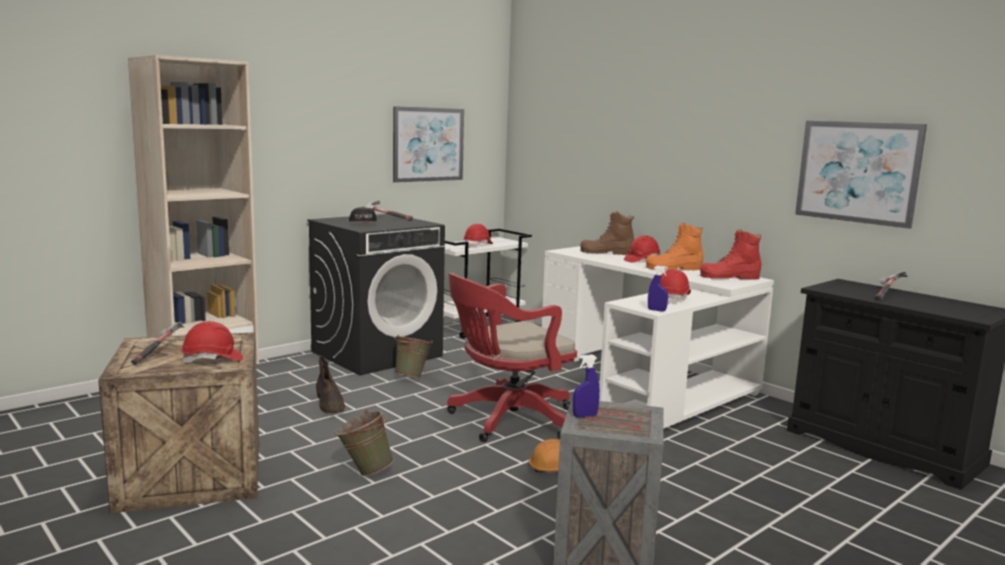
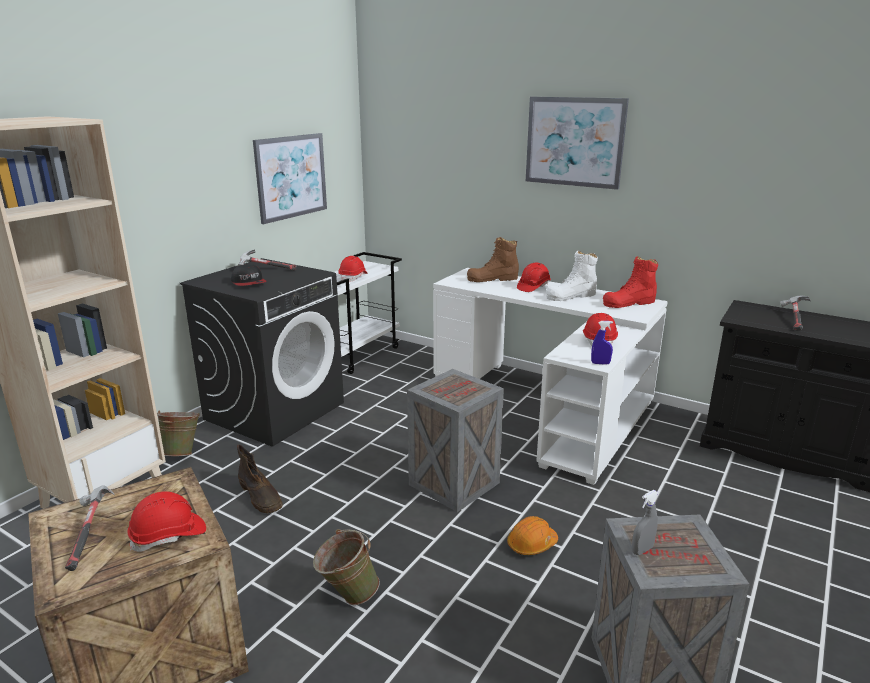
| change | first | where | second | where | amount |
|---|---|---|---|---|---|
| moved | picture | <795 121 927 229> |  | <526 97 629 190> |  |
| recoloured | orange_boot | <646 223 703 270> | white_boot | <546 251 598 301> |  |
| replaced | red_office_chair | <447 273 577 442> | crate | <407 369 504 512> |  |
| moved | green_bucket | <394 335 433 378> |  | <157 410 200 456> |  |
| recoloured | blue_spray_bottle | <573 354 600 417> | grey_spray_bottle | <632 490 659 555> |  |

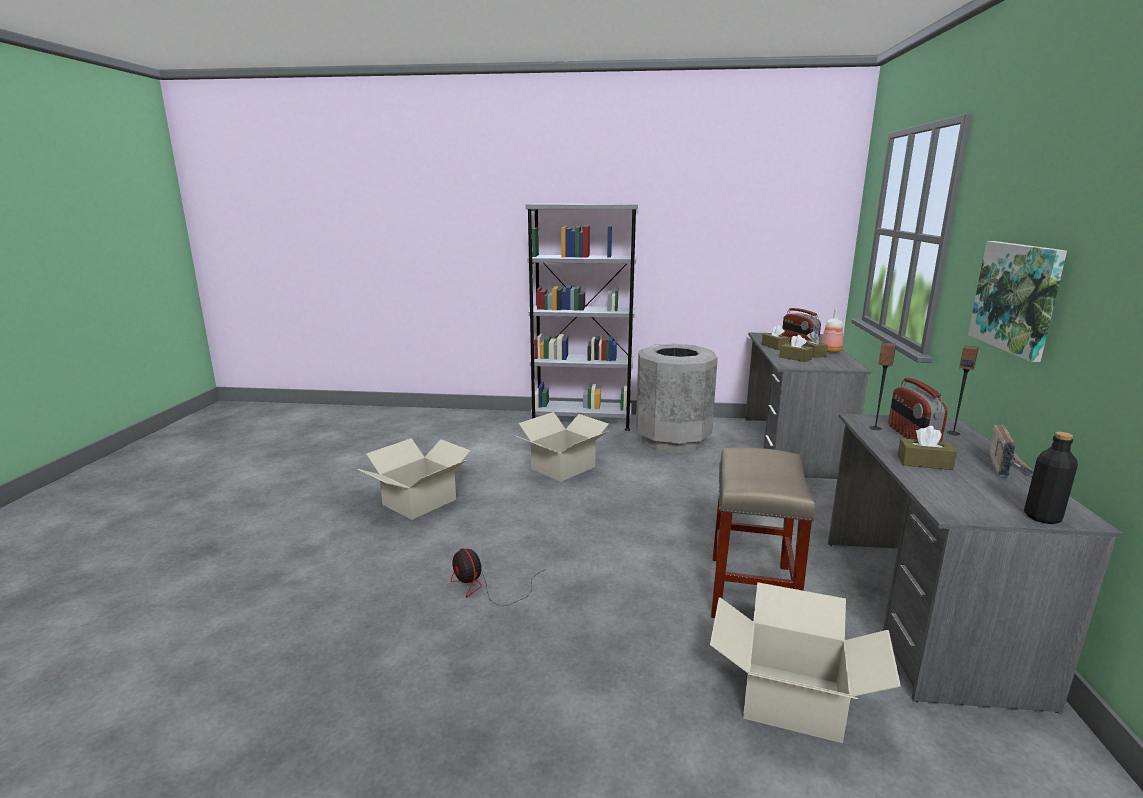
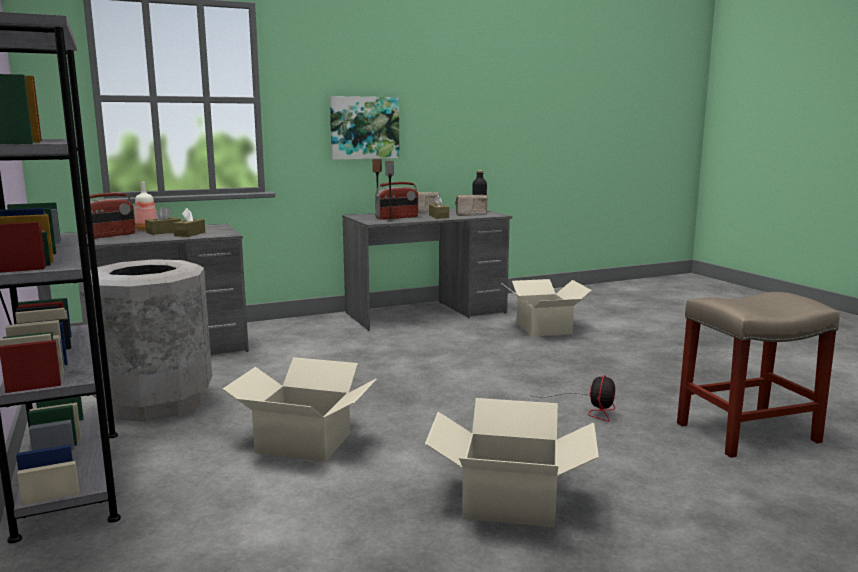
| change | first | where | second | where | amount |
|---|---|---|---|---|---|
| removed | brown_tissue_box | <762 325 790 350> |  |  |  |
| moved | beige_stool | <711 447 815 618> |  | <677 292 839 458> |  |
| added |  |  | radio | <455 195 488 216> |  |

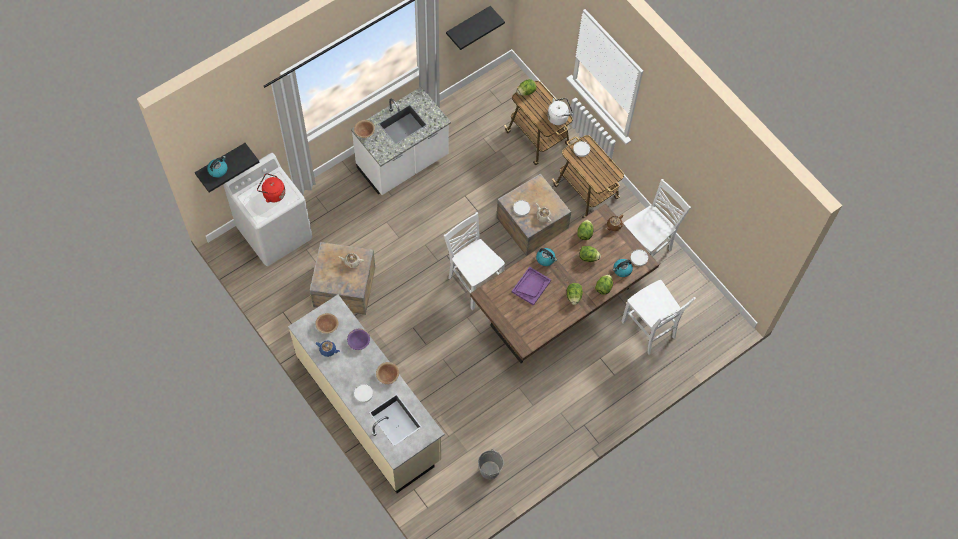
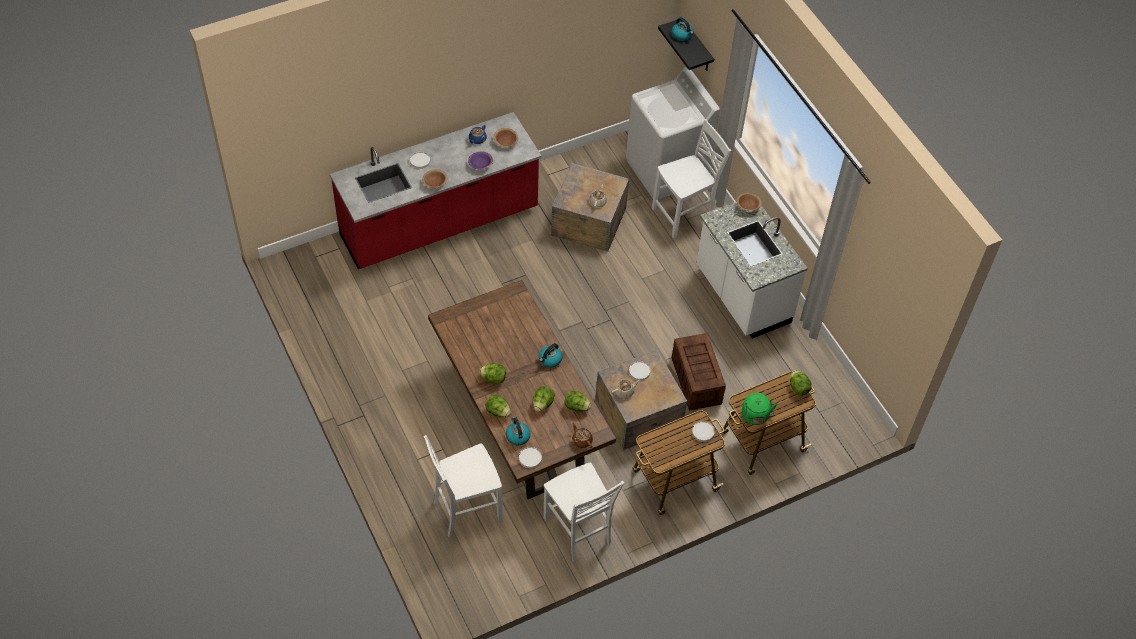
| change | first | where | second | where | amount |
|---|---|---|---|---|---|
| removed | black_shelf | <446 6 505 50> |  |  |  |
| recoloured | white_kettle | <547 98 573 125> | green_kettle | <742 393 778 425> |  |
| removed | red_kettle | <257 173 285 203> |  |  |  |
| moved | white_chair | <444 212 505 310> |  | <652 119 731 239> |  |
| removed | purple_tray | <512 267 551 306> |  |  |  |
| recoloured | beige_counter | <288 295 445 493> | red_counter | <330 112 542 269> |  |
| removed | grey_bucket | <478 449 504 480> |  |  |  |
| added |  |  | crate | <672 333 726 411> |  |

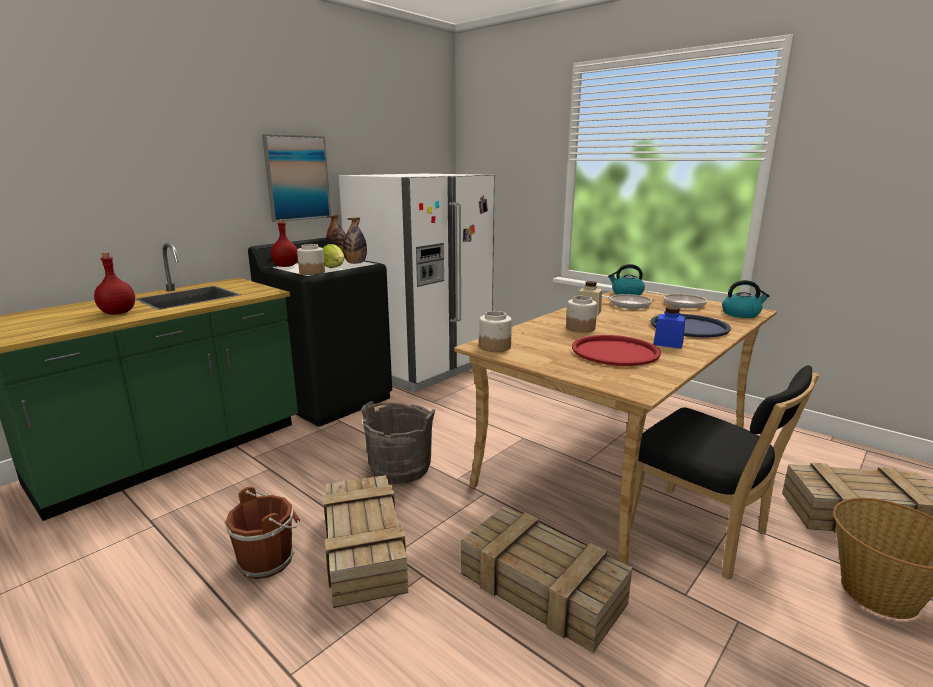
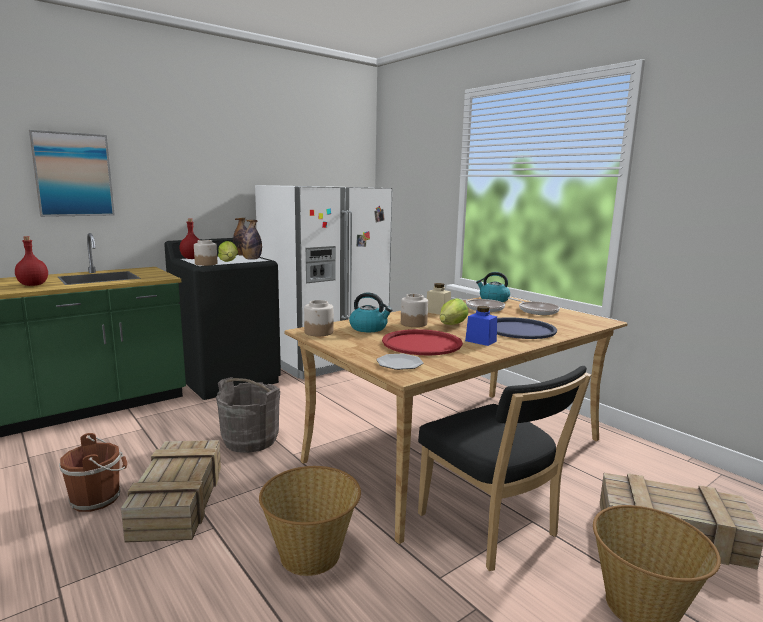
| change | first | where | second | where | amount |
|---|---|---|---|---|---|
| moved | picture | <262 134 331 222> |  | <29 130 115 217> |  |
| moved | kettle | <722 280 770 318> |  | <349 293 392 332> |  |
| replaced | crate | <461 506 632 653> | basket | <259 466 361 576> |  |
| added |  |  | lettuce | <440 298 469 325> |  |
| added |  |  | plate | <376 354 424 370> |  |

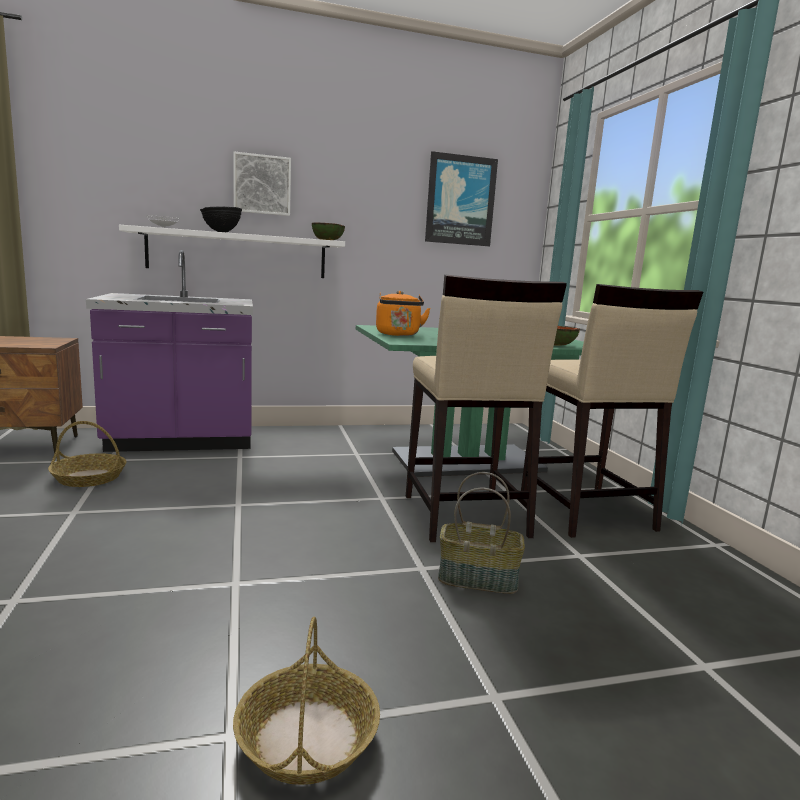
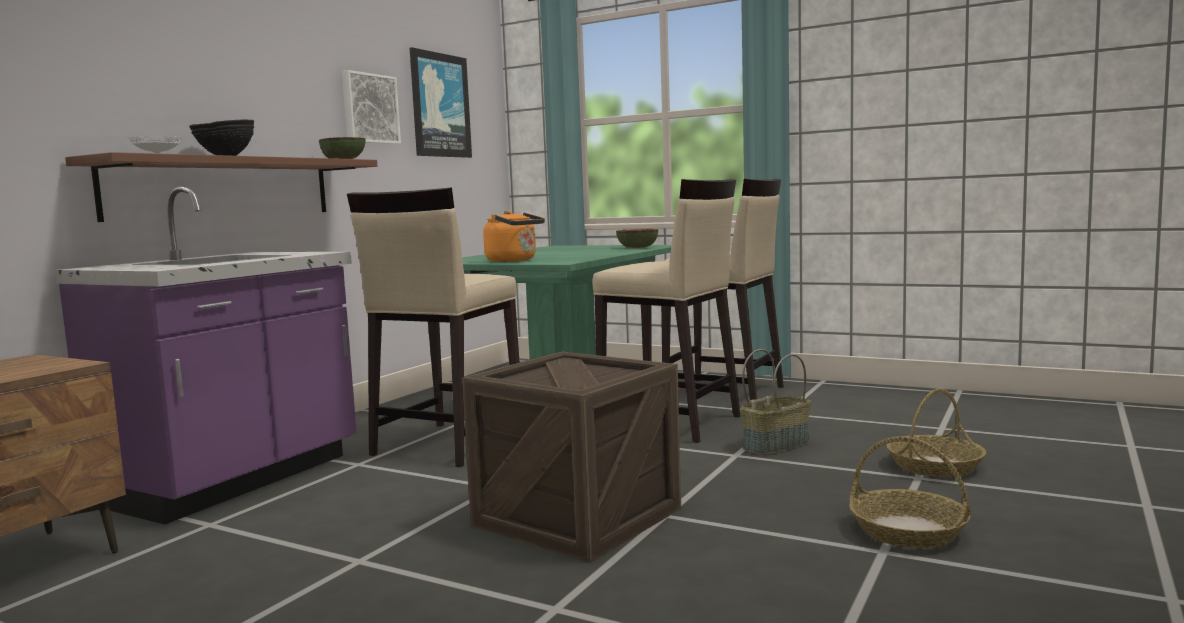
| change | first | where | second | where | amount |
|---|---|---|---|---|---|
| moved | picture | <233 152 291 216> |  | <342 70 401 144> |  |
| recoloured | white_shelf | <119 225 345 278> | brown_shelf | <65 152 377 222> |  |
| moved | basket | <48 421 127 487> |  | <886 388 986 477> |  |
| added |  |  | beige_stool | <347 187 520 468> |  |
| added |  |  | crate | <462 352 681 563> |  |

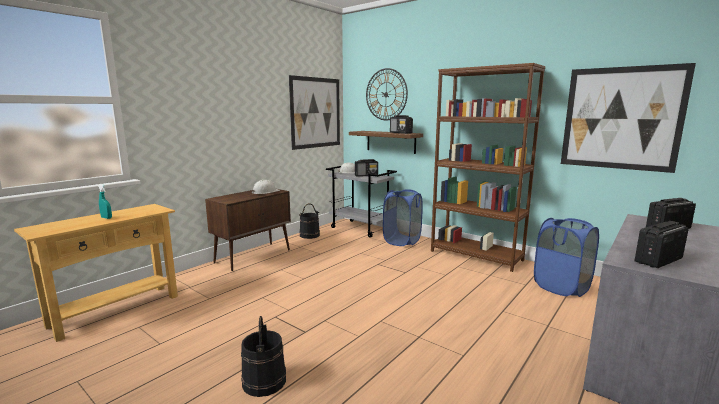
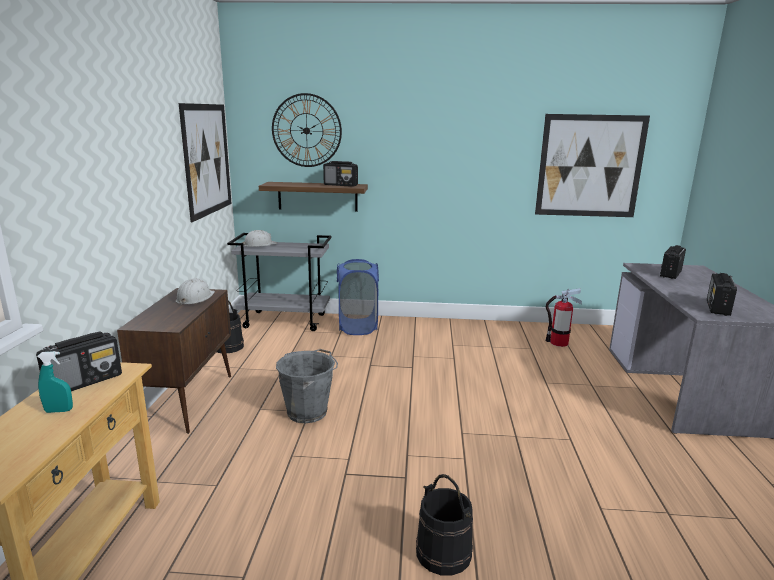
| change | first | where | second | where | amount |
|---|---|---|---|---|---|
| removed | brown_bookcase | <431 63 545 272> |  |  |  |
| moved | radio | <355 159 378 177> |  | <36 331 122 391> |  |
| replaced | blue_laundry_basket | <534 218 599 297> | fire_extinguisher | <545 288 582 347> |  |
| added |  |  | grey_bucket | <276 349 338 423> |  |

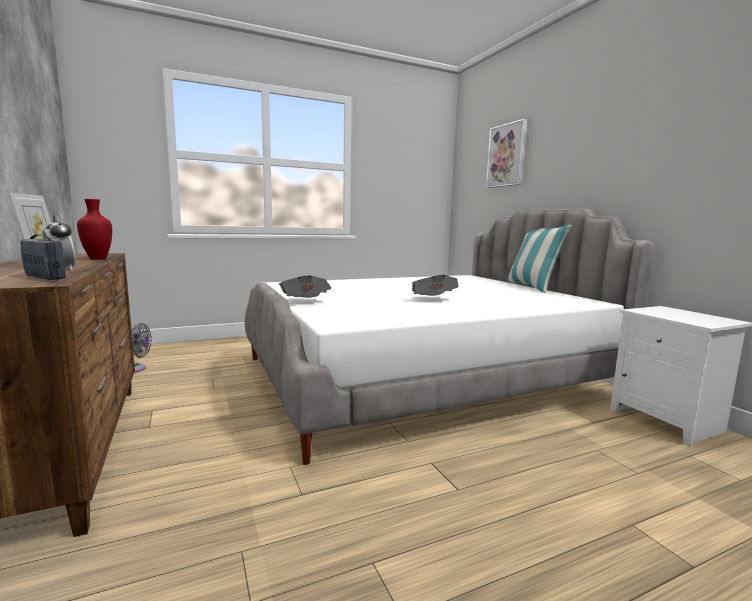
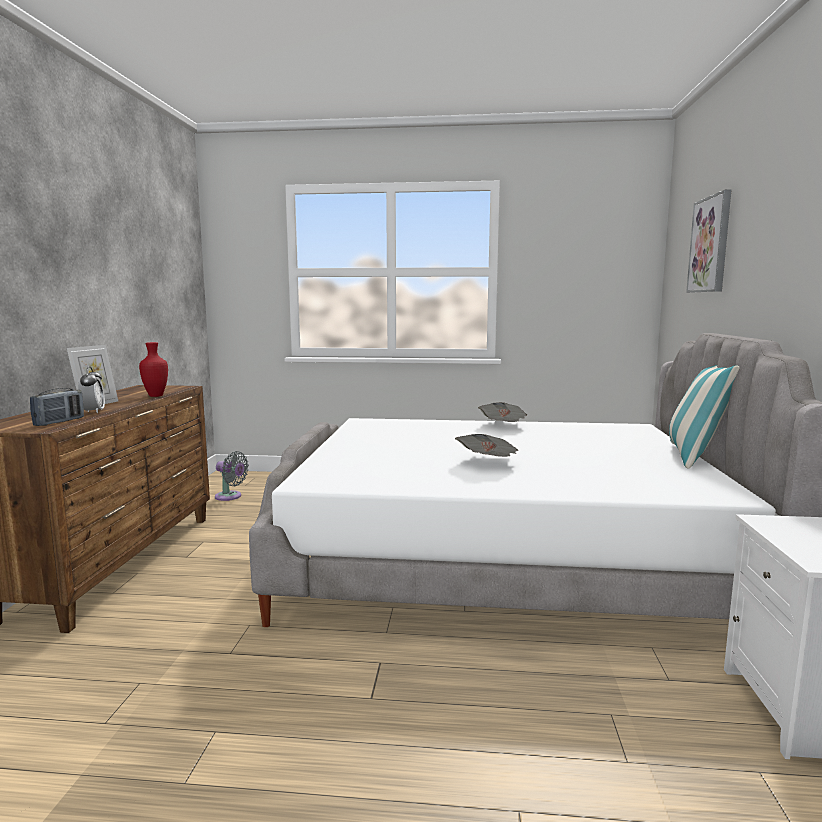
| change | first | where | second | where | amount |
|---|---|---|---|---|---|
| turned | radio | <20 234 66 280> |  | <30 388 84 426> | 45 degrees clockwise |
| moved | newspaper | <279 275 332 298> |  | <478 402 527 422> |  |

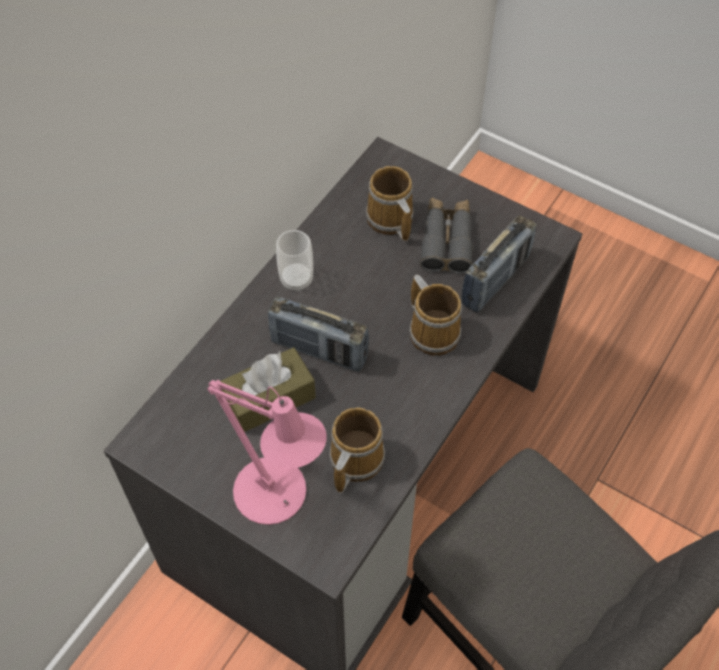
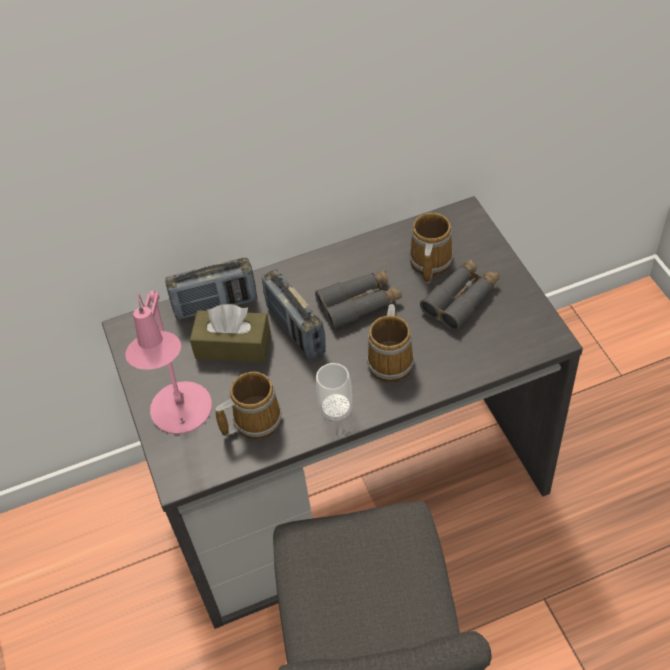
| change | first | where | second | where | amount |
|---|---|---|---|---|---|
| moved | radio | <461 215 536 313> |  | <165 258 257 320> |  |
| moved | cup | <276 230 313 291> |  | <316 363 352 422> |  |
| added |  |  | grey_binoculars | <315 269 402 329> |  |

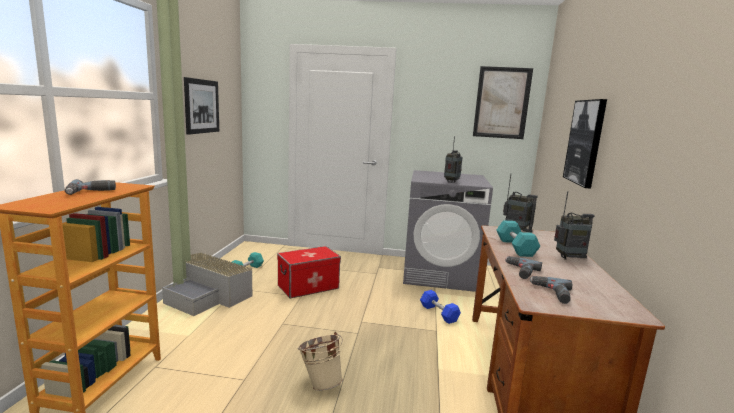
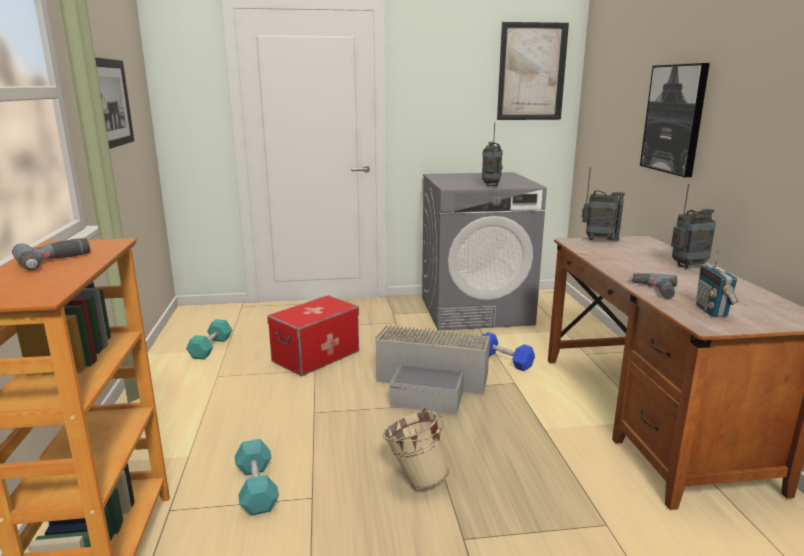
| change | first | where | second | where | amount |
|---|---|---|---|---|---|
| moved | turquoise_dumbbell | <496 220 541 257> |  | <235 439 279 516> |  |
| moved | grey_storage_box | <162 252 253 316> |  | <375 324 490 415> |  |
| replaced | power_drill | <529 276 572 304> | radio | <696 244 739 317> |  |

